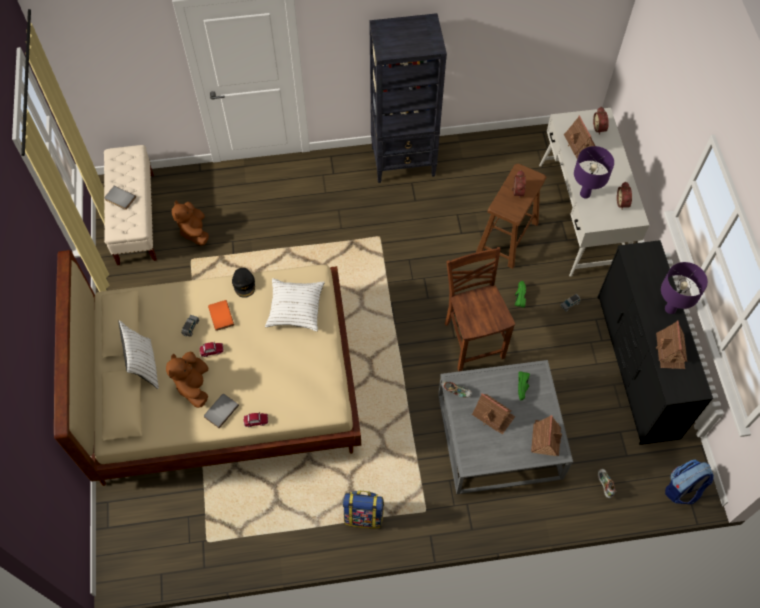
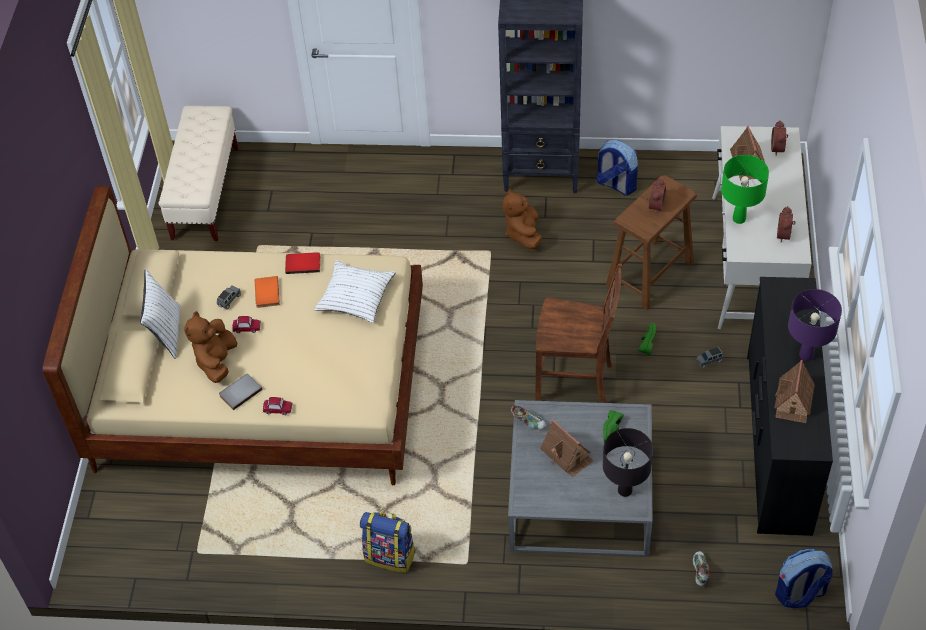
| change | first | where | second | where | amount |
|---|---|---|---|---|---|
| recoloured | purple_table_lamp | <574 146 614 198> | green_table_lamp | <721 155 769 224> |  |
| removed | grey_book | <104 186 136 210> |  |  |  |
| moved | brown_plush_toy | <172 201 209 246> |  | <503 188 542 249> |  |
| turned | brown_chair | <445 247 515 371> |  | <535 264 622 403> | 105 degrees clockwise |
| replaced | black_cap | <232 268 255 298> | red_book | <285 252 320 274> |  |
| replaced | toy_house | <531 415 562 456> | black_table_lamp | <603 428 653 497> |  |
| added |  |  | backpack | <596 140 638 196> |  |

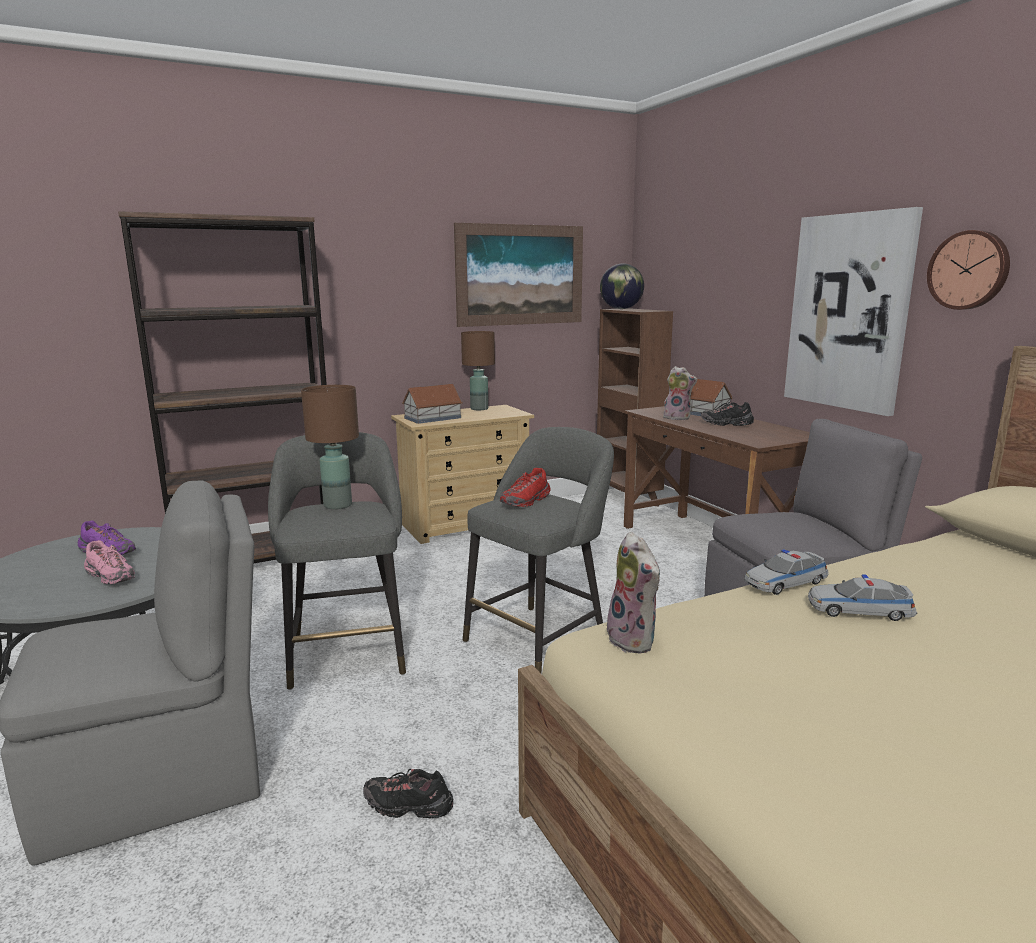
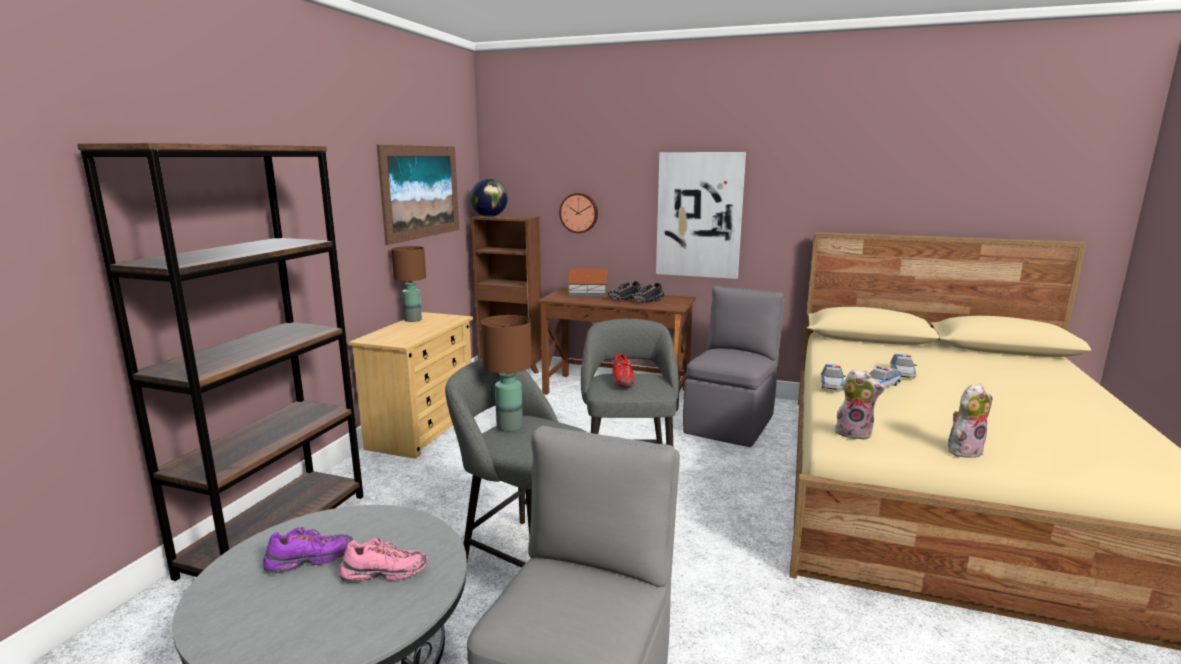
| change | first | where | second | where | amount |
|---|---|---|---|---|---|
| moved | wall_clock | <927 230 1010 310> |  | <559 193 598 233> |  |
| moved | plush_toy | <663 366 697 420> |  | <948 384 992 458> |  |
| removed | toy_house | <402 384 463 424> |  |  |  |
| moved | black_shoe | <363 768 453 819> |  | <631 283 664 303> |  |
| added |  |  | toy_car | <890 354 917 379> |  |

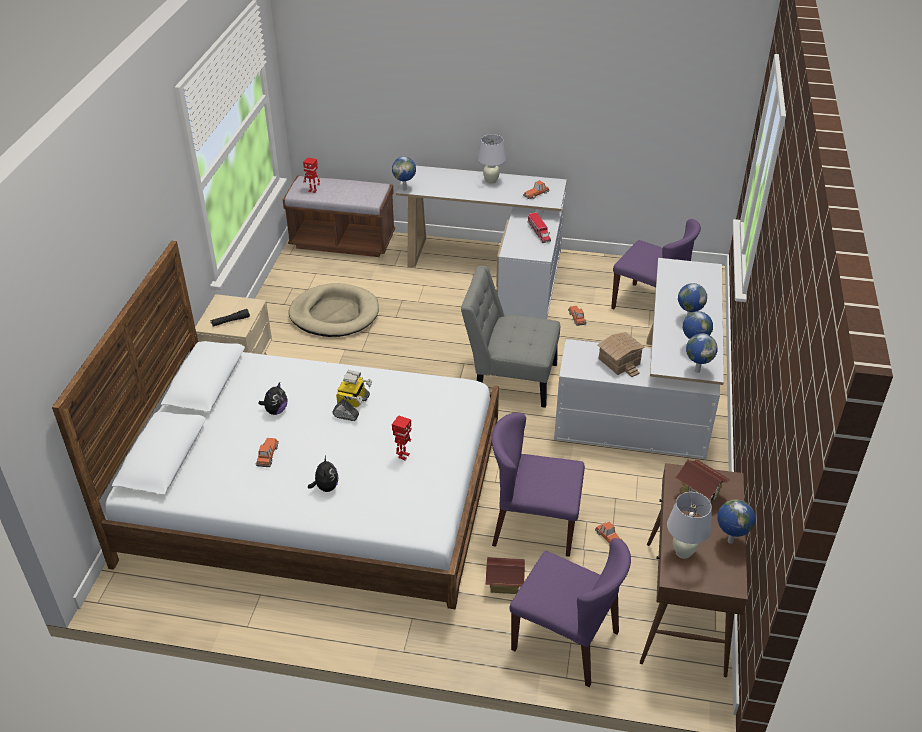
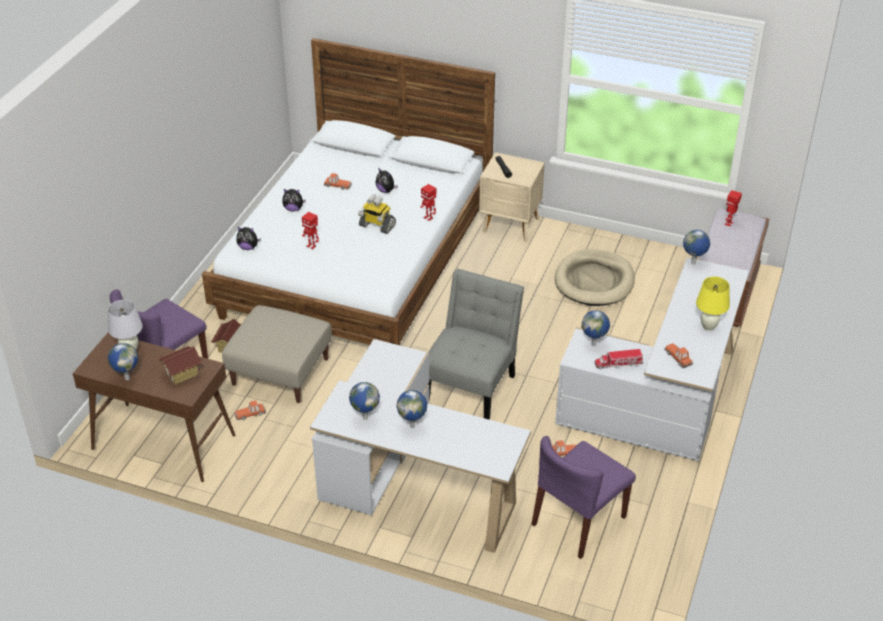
| change | first | where | second | where | amount |
|---|---|---|---|---|---|
| recoloured | white_table_lamp | <478 134 506 184> | yellow_table_lamp | <696 277 730 331> |  |
| removed | toy_house | <598 332 645 377> |  |  |  |
| moved | globe | <686 333 718 373> |  | <582 310 610 346> |  |
| replaced | purple_chair | <492 412 585 557> | beige_ottoman | <222 305 332 403> |  |
| added |  |  | toy_robot | <420 184 436 221> |  |
| added |  |  | plush_toy | <236 226 261 250> |  |

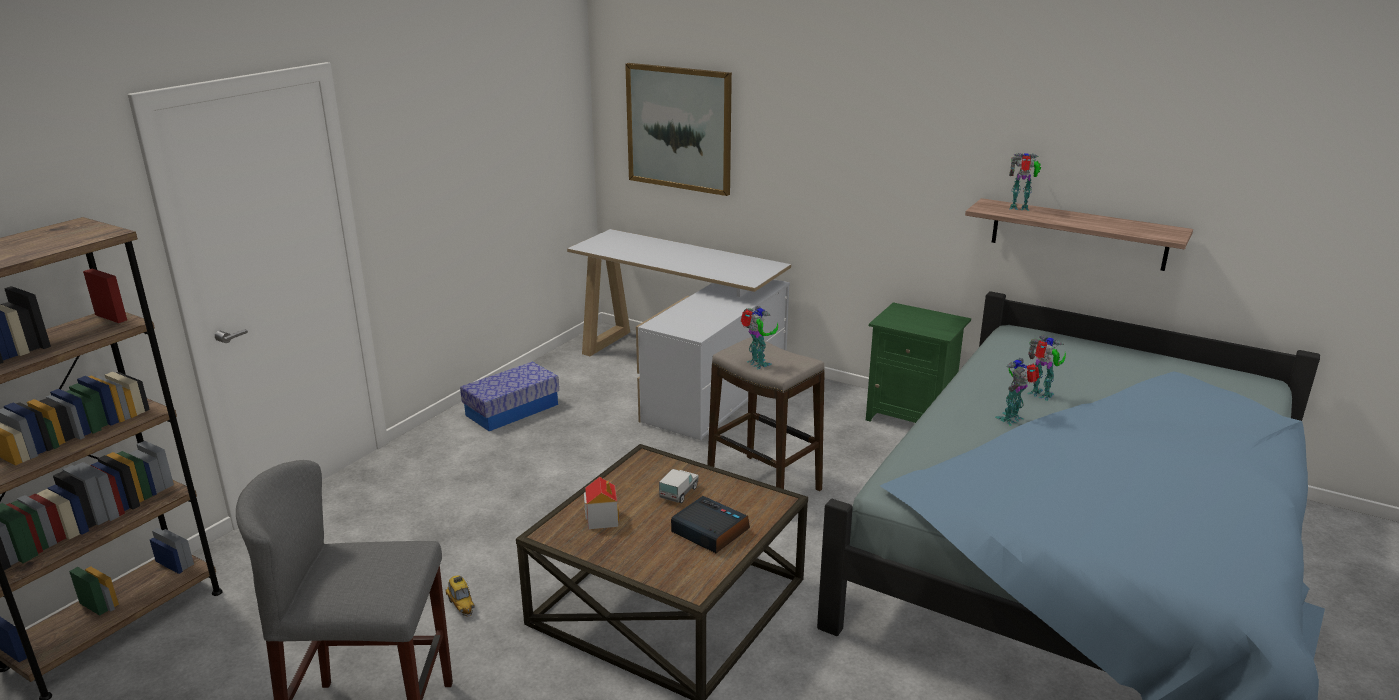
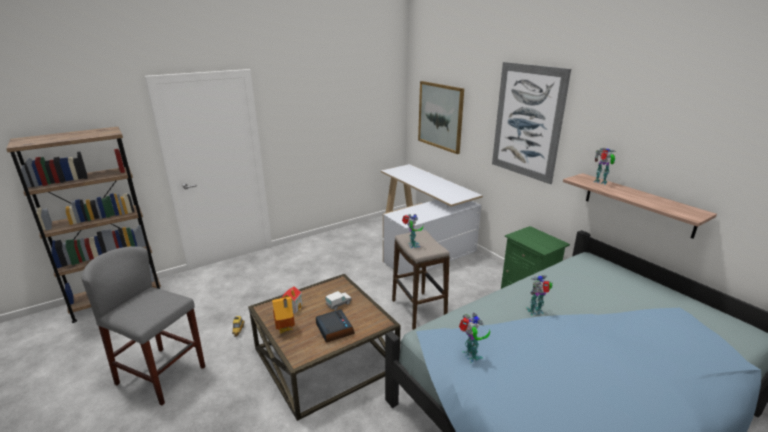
| change | first | where | second | where | amount |
|---|---|---|---|---|---|
| moved | toy_robot | <1027 336 1066 401> |  | <459 313 490 363> |  |
| removed | storage_box | <460 362 559 431> |  |  |  |
| added |  |  | picture | <492 62 571 184> |  |
| added |  |  | toy_house | <272 297 295 334> |  |

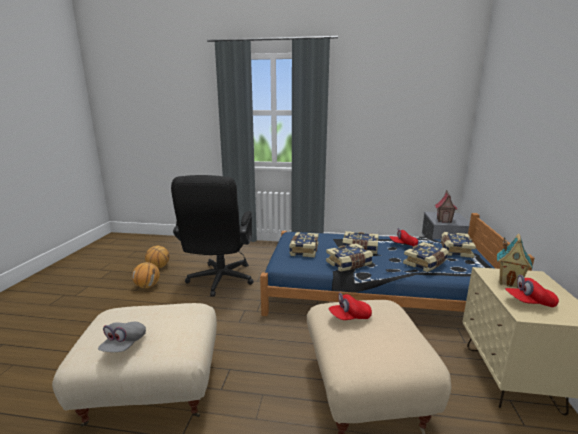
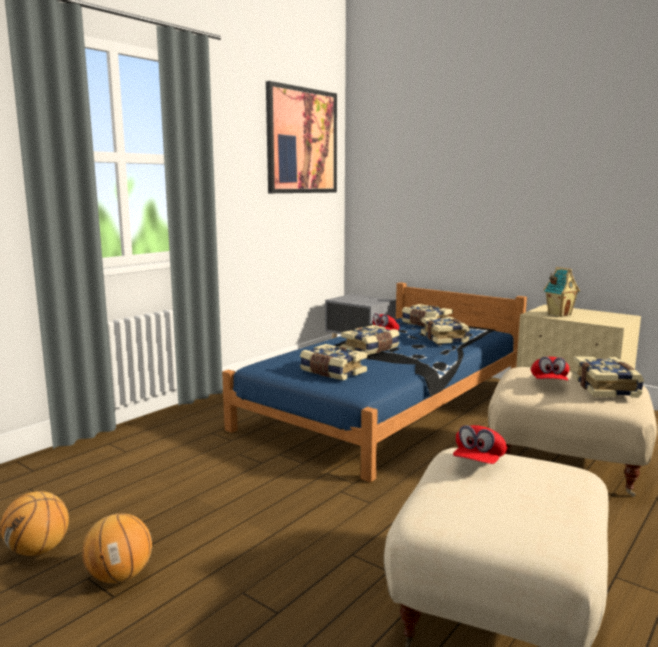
| change | first | where | second | where | amount |
|---|---|---|---|---|---|
| removed | black_office_chair | <171 175 254 297> |  |  |  |
| removed | toy_house | <435 190 458 223> |  |  |  |
| moved | book | <326 243 373 272> |  | <572 356 644 398> |  |
| moved | red_cap | <505 275 559 307> |  | <453 425 507 464> |  |
| removed | grey_cap | <98 322 146 352> |  |  |  |
| added |  |  | picture | <266 81 337 193> |  |

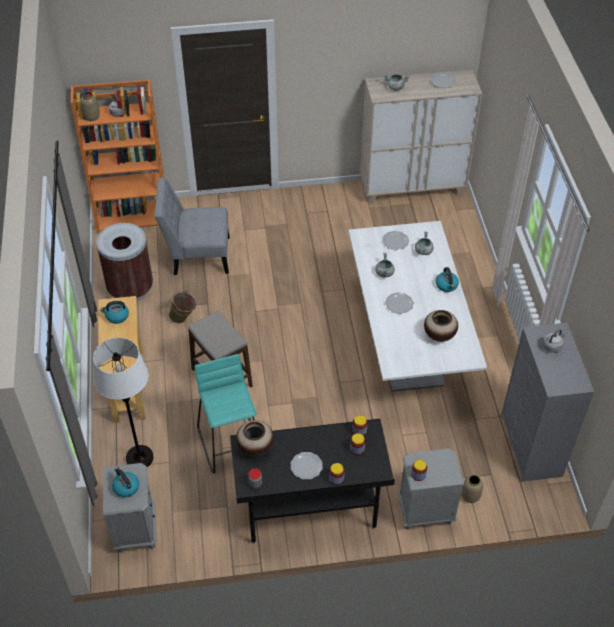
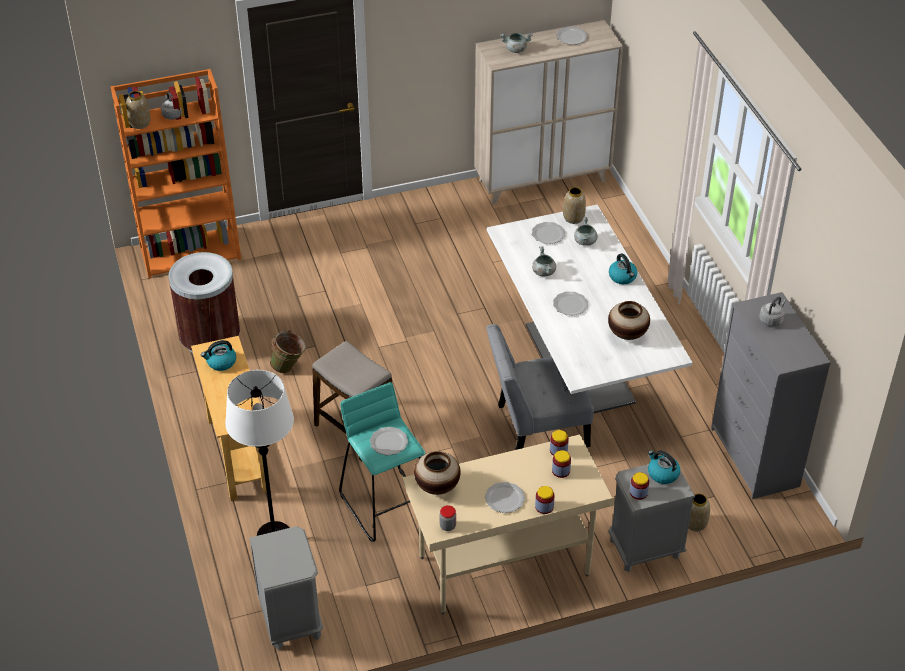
| change | first | where | second | where | amount |
|---|---|---|---|---|---|
| moved | grey_chair | <154 178 230 275> |  | <486 324 594 450> |  |
| recoloured | black_desk | <230 419 395 543> | beige_desk | <402 435 615 614> |  |
| moved | kettle | <112 467 139 497> |  | <648 450 680 484> |  |
| added |  |  | vase | <563 187 586 224> |  |
| added |  |  | plate | <370 427 408 456> |  |

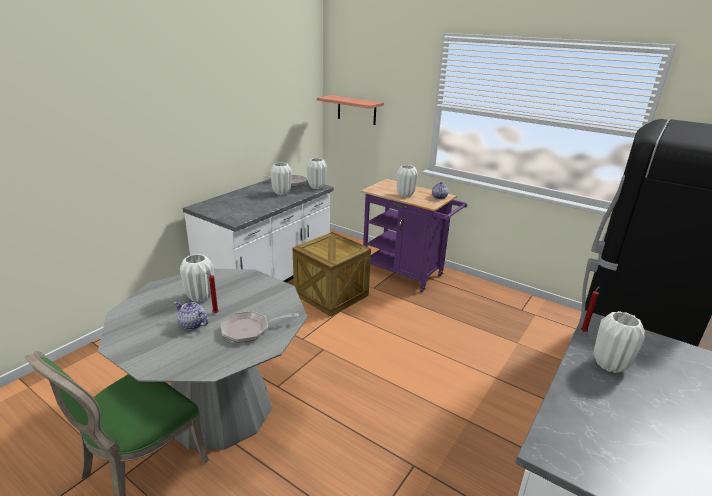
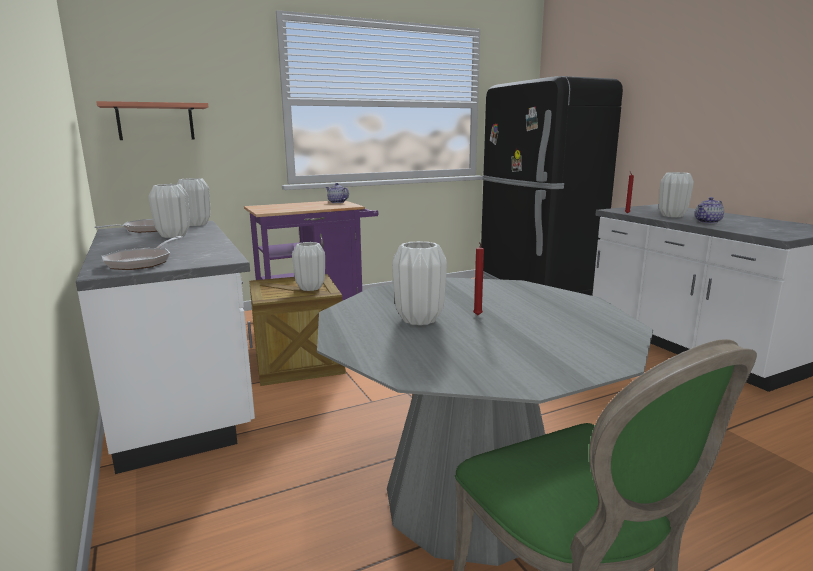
| change | first | where | second | where | amount |
|---|---|---|---|---|---|
| moved | white_vase | <397 165 417 197> |  | <292 242 325 291> |  |
| moved | teapot | <174 301 209 330> |  | <695 197 724 223> |  |
| moved | frying_pan | <221 311 299 343> |  | <102 236 183 270> |  |

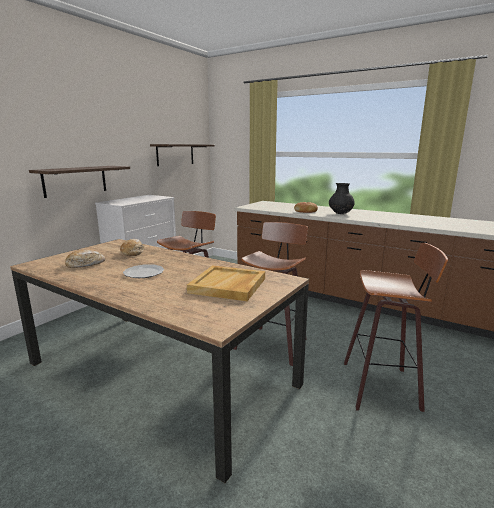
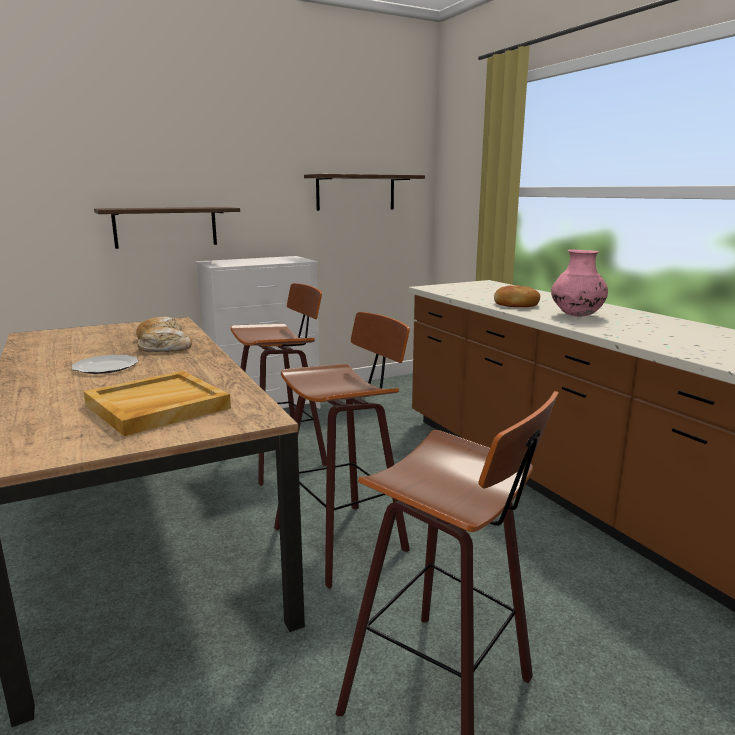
| change | first | where | second | where | amount |
|---|---|---|---|---|---|
| recoloured | black_vase | <329 183 355 214> | pink_vase | <551 250 608 317> |  |
| moved | bread | <65 250 106 268> |  | <137 327 192 352> |  |

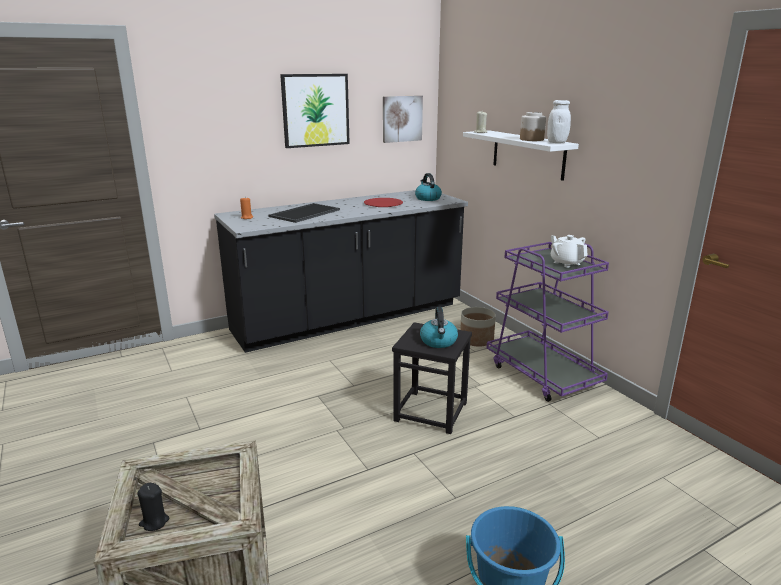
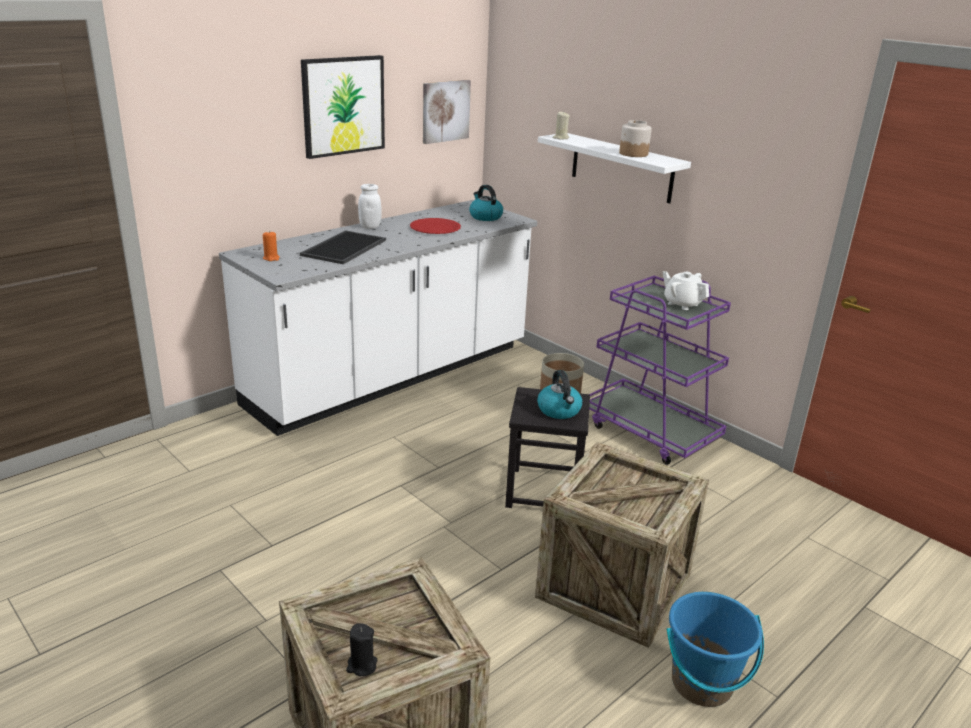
| change | first | where | second | where | amount |
|---|---|---|---|---|---|
| moved | white_jar | <547 100 571 143> |  | <358 184 382 229> |  |
| recoloured | black_counter | <214 190 468 353> | white_counter | <219 200 537 436> |  |
| added |  |  | crate | <535 442 709 648> |  |

